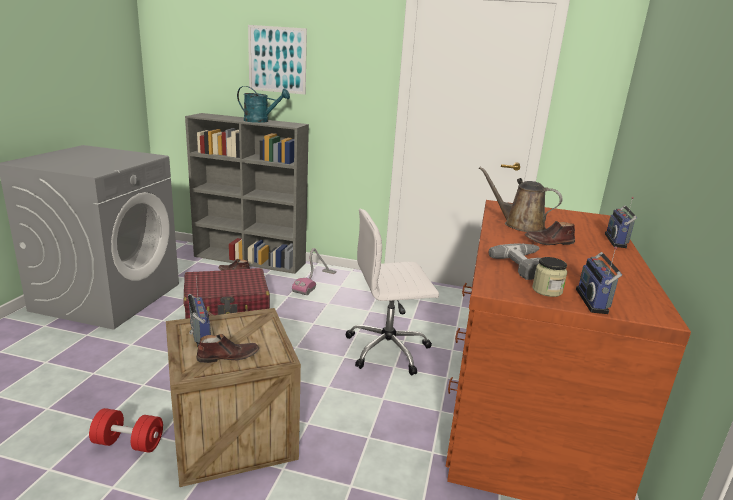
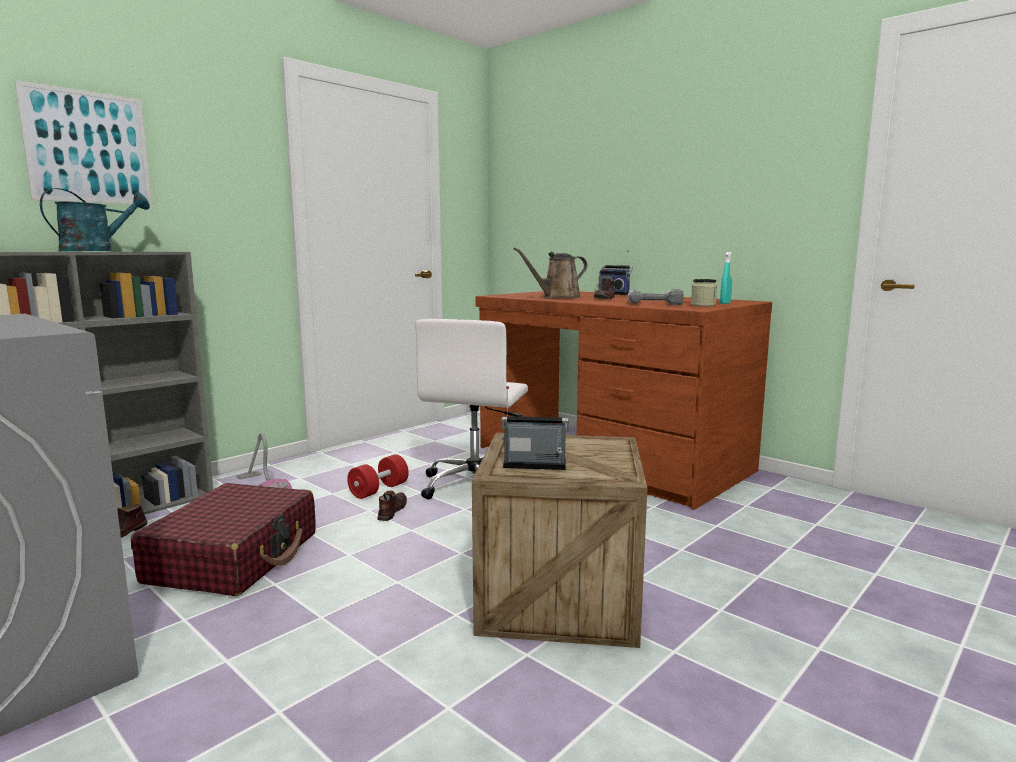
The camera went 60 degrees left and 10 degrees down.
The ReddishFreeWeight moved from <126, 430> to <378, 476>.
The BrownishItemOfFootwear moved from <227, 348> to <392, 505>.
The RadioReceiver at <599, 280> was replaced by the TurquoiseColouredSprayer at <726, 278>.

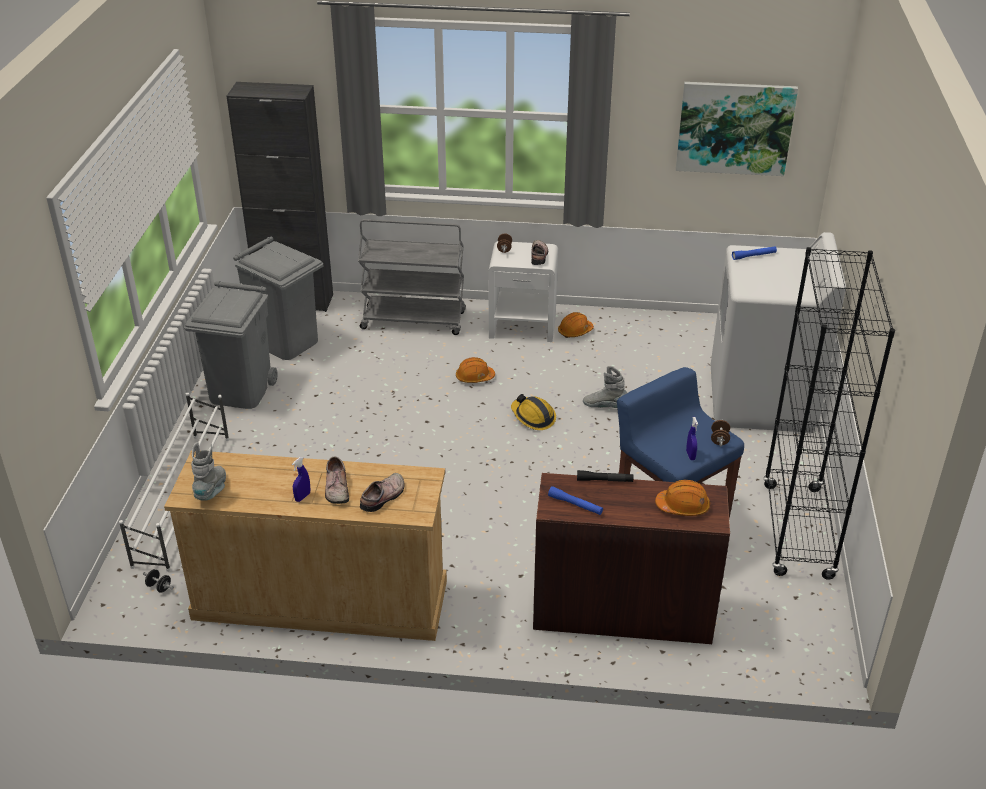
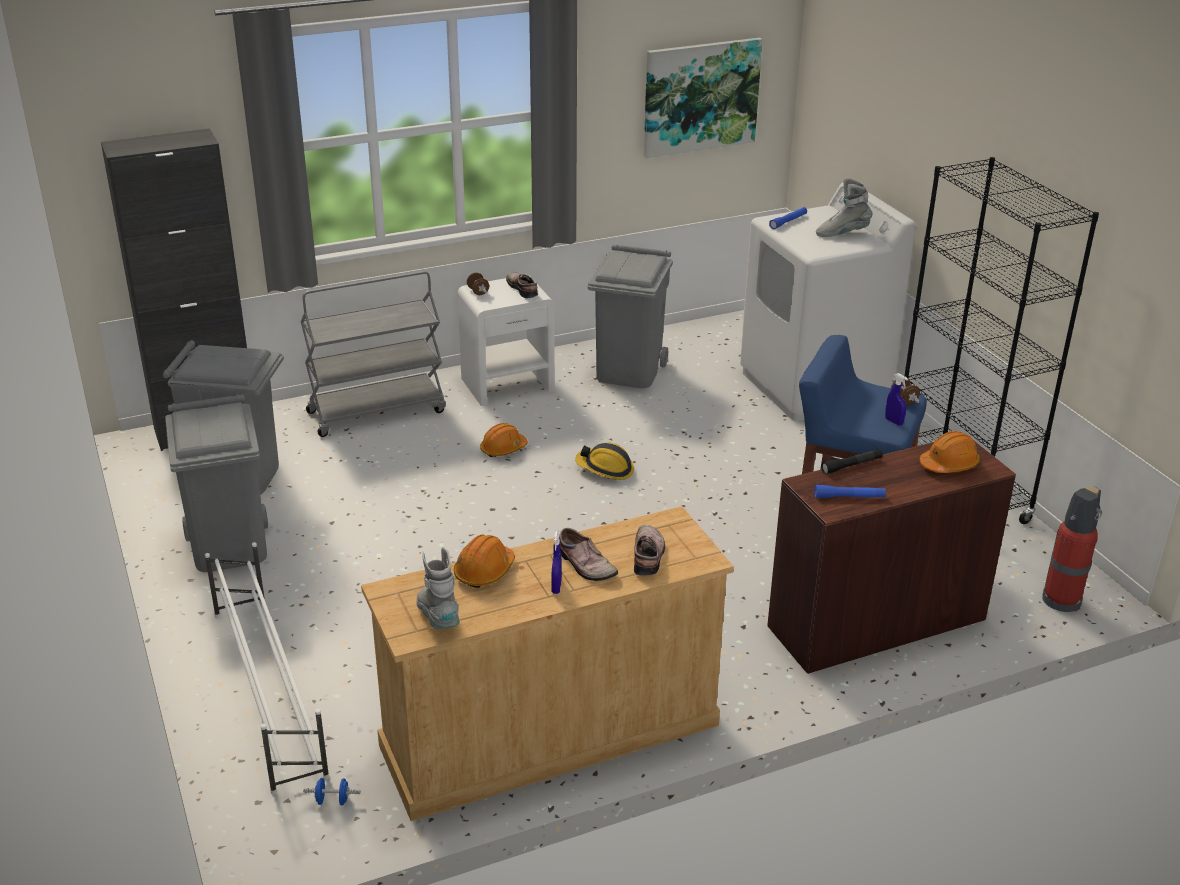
The camera went 30 degrees left and 5 degrees down.
The BlackColouredFreeWeight at <158, 581> became the BlueFreeWeight at <332, 791>.
The OrangeSafetyHelmet moved from <576, 325> to <484, 561>.
The GreyishRubbishBin at <630, 316> appeared.
The GreyishBoot moved from <605, 387> to <844, 207>.
The FireExtinguisher at <1072, 549> appeared.

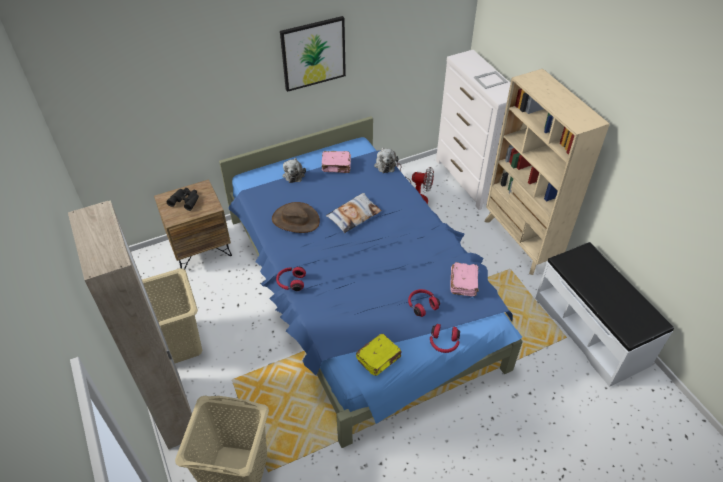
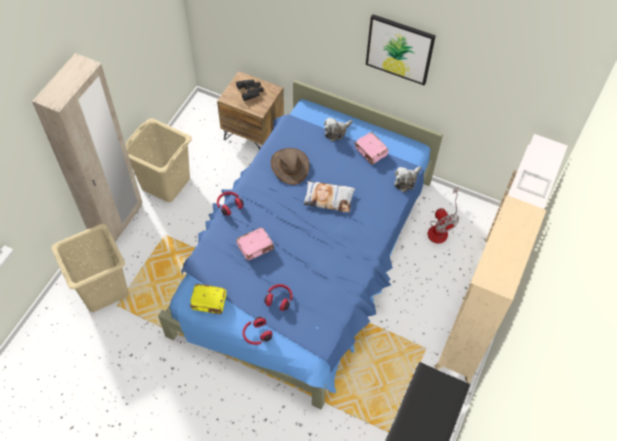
The camera went 50 degrees right and 10 degrees up.
The PinkBoundBook moved from <464, 279> to <255, 244>.

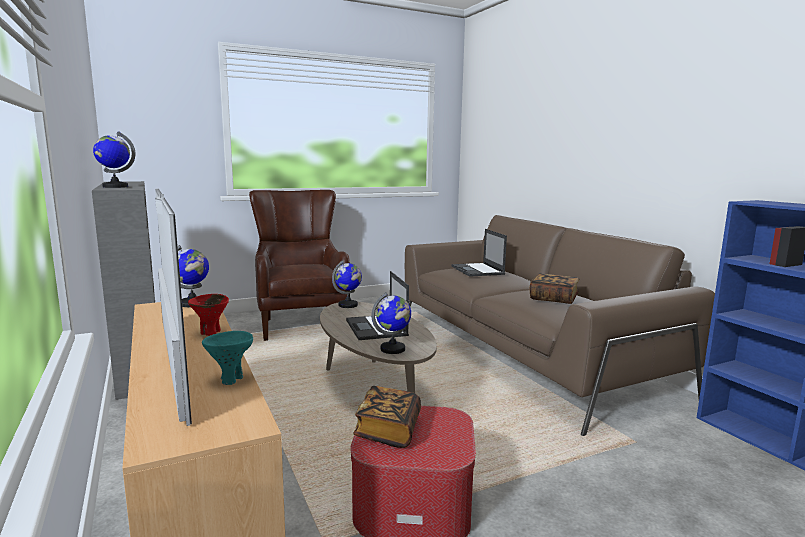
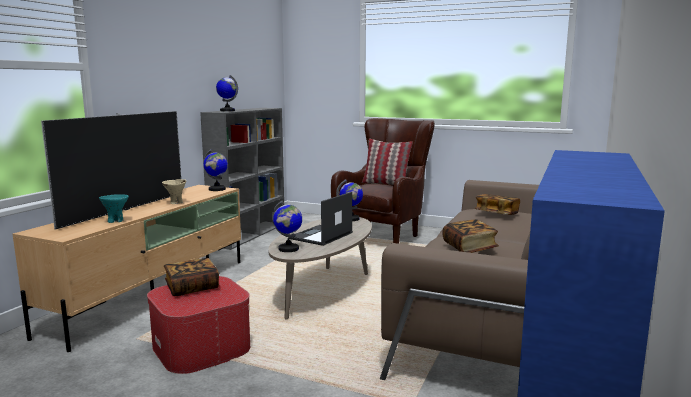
The camera went 50 degrees right and 0 degrees up.
The ReddishBowl at <208, 315> became the BeigeColouredBowl at <174, 191>.
The Cushion at <387, 162> appeared.
The NotebookComputer at <479, 253> was replaced by the BoundBook at <497, 204>.

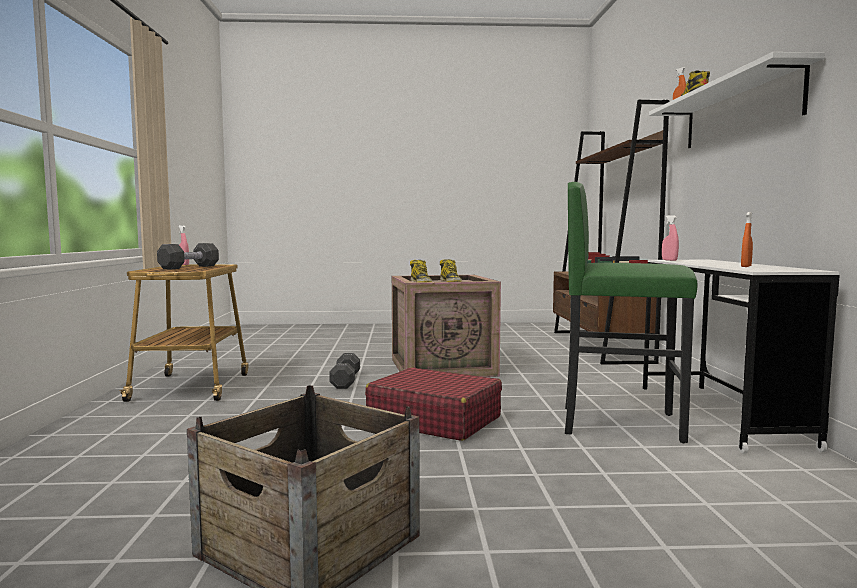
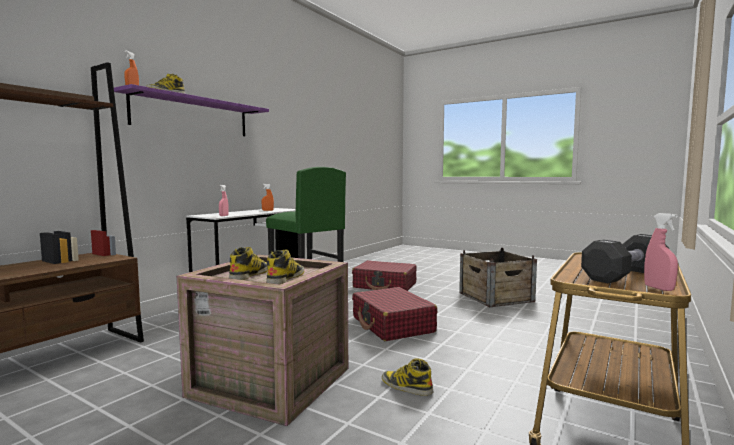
The camera went 145 degrees left and 0 degrees up.
The WhitishShelf at <737, 100> became the PurpleShelf at <191, 110>.
The ReddishPieceOfLuggage at <384, 275> appeared.
The BlackColouredFreeWeight at <344, 371> was replaced by the Boot at <407, 377>.

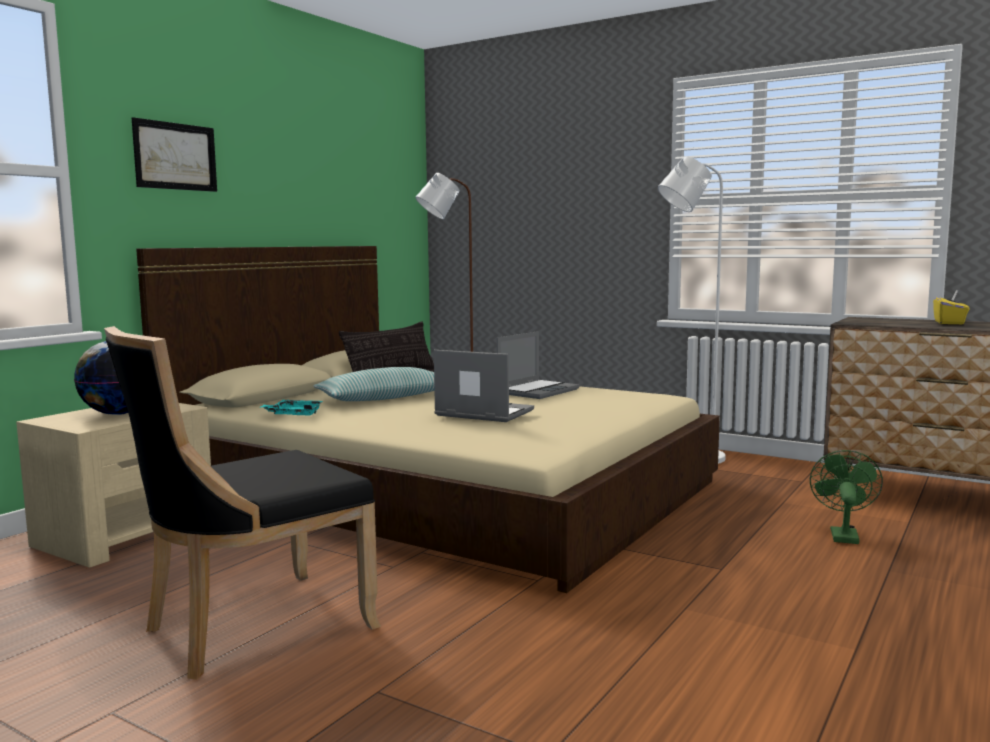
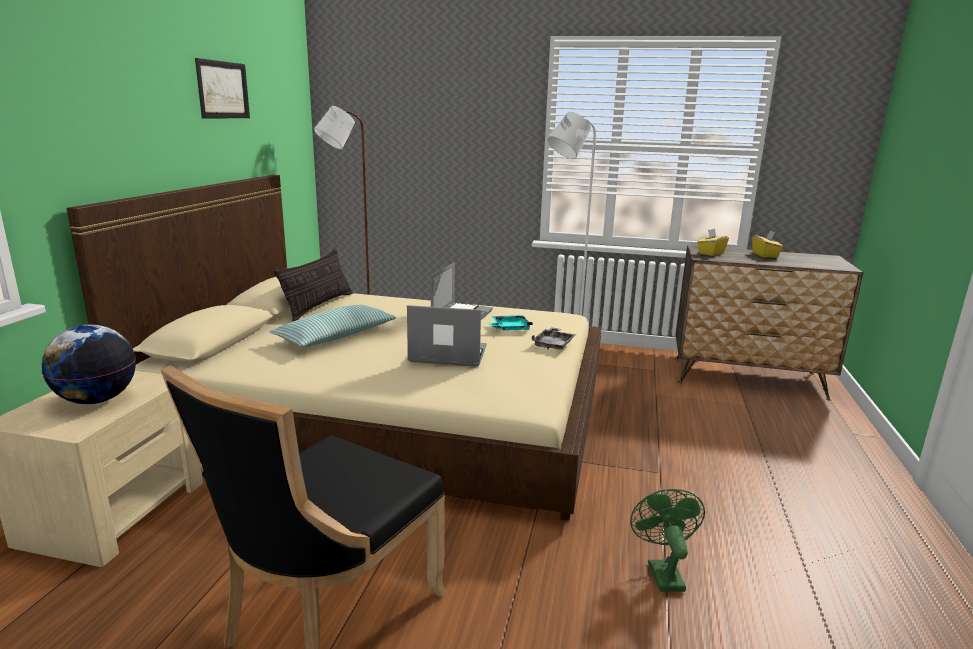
The camera went 20 degrees left and 10 degrees up.
The WallPicture moved from <174, 154> to <222, 88>.
The TurquoiseColouredCarryingTray moved from <292, 408> to <510, 323>.
The GreyishCarryingTray at <554, 338> appeared.
The GreenCoolingFan moved from <846, 497> to <667, 540>.
The YellowColouredBoxOfTissues at <713, 242> appeared.

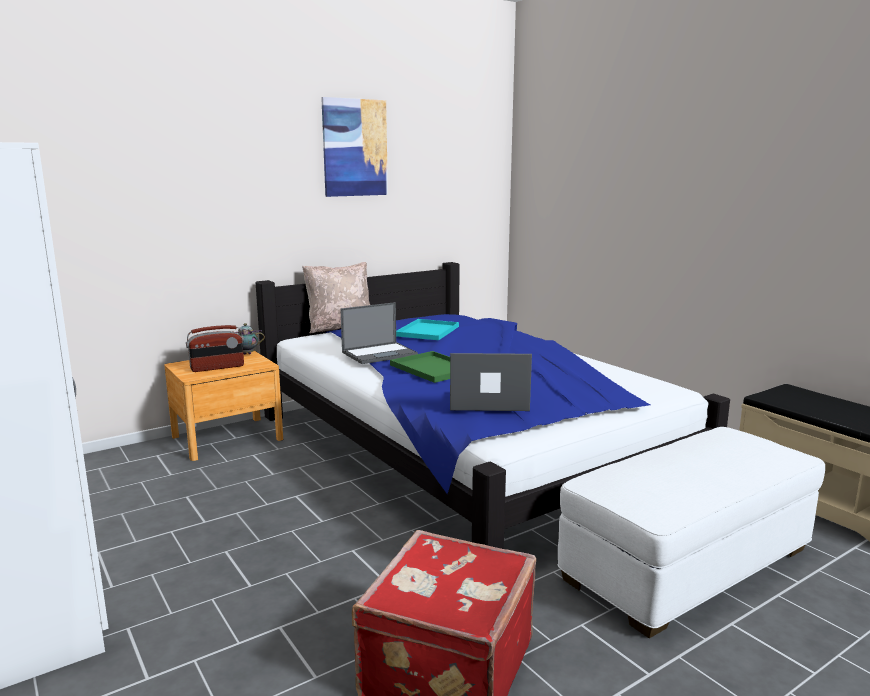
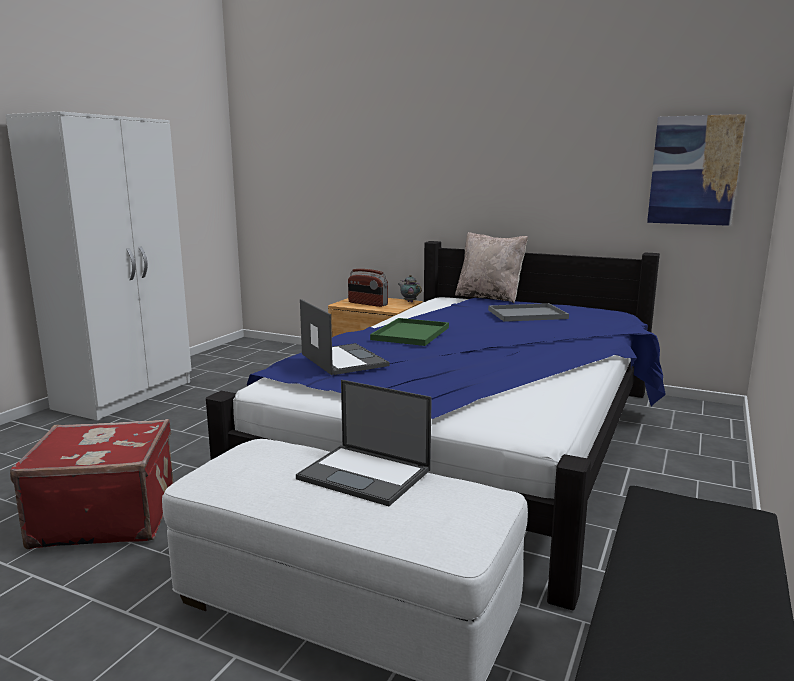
The camera went 60 degrees right and 0 degrees up.
The NotebookComputer moved from <379, 333> to <364, 443>.
The TurquoiseColouredCarryingTray at <427, 329> became the GreyishCarryingTray at <528, 312>.
The WallPicture moved from <354, 147> to <696, 170>.

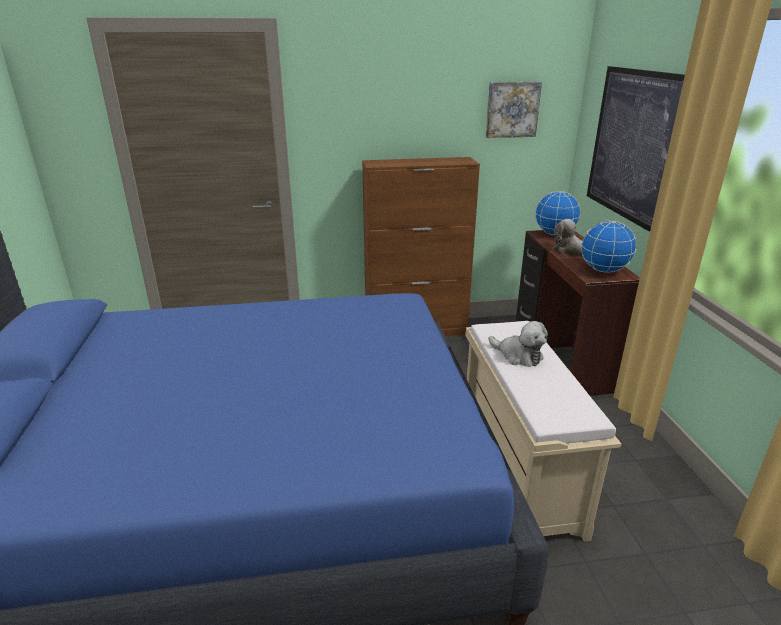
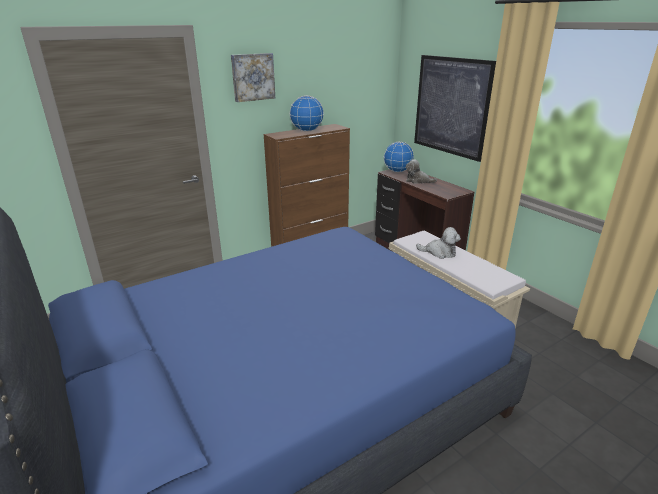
The camera went 25 degrees left and 0 degrees up.
The WallPicture moved from <514, 110> to <253, 77>.
The Globe moved from <608, 247> to <307, 113>.

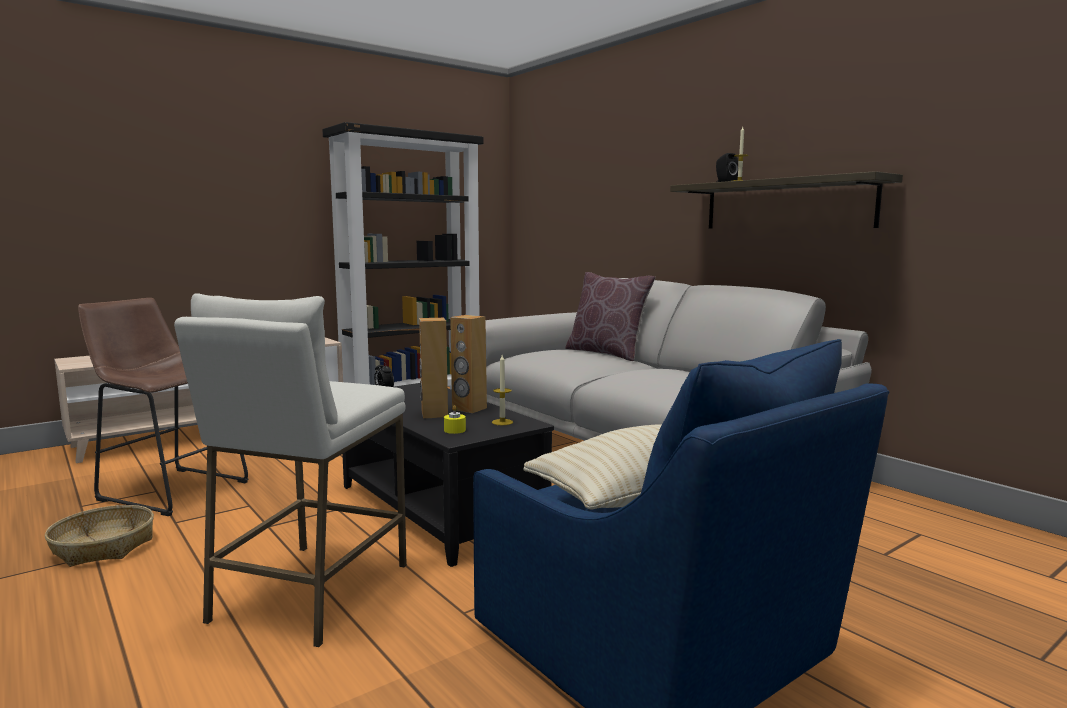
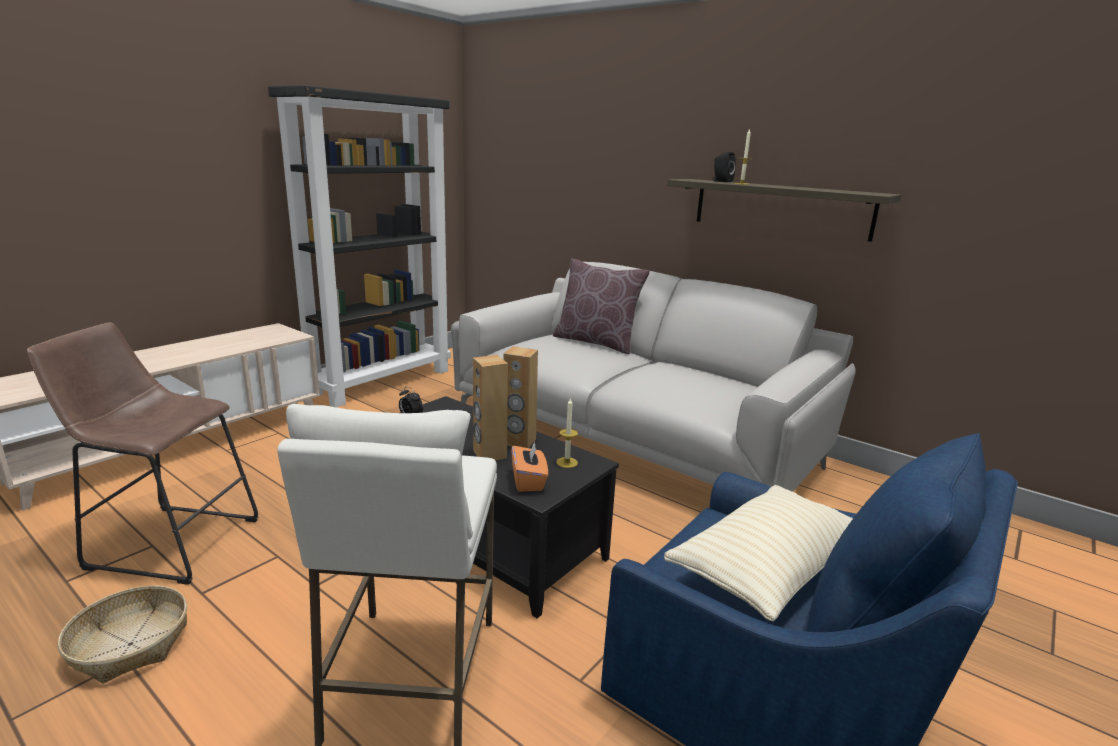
The camera went 15 degrees left and 10 degrees up.
The YellowColouredWaxLight at <455, 419> was replaced by the OrangeBoxOfTissues at <529, 466>.

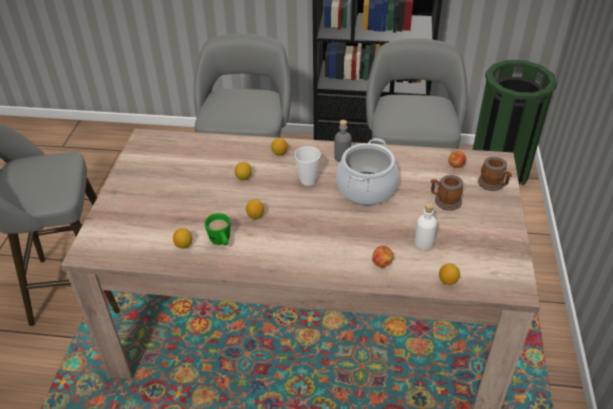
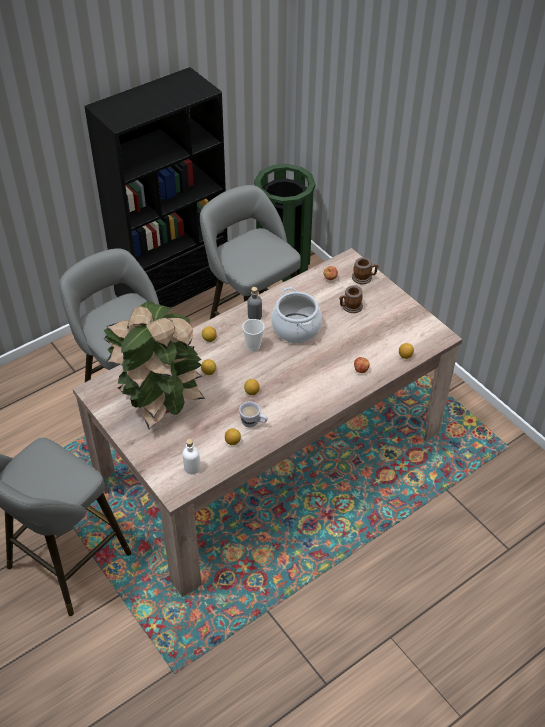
The camera went 45 degrees left and 5 degrees up.
The PottedPlant at <154, 365> appeared.
The WhitishBeverageBottle moved from <426, 226> to <191, 456>.
The GreenMug at <218, 229> became the WhitishMug at <253, 414>.

